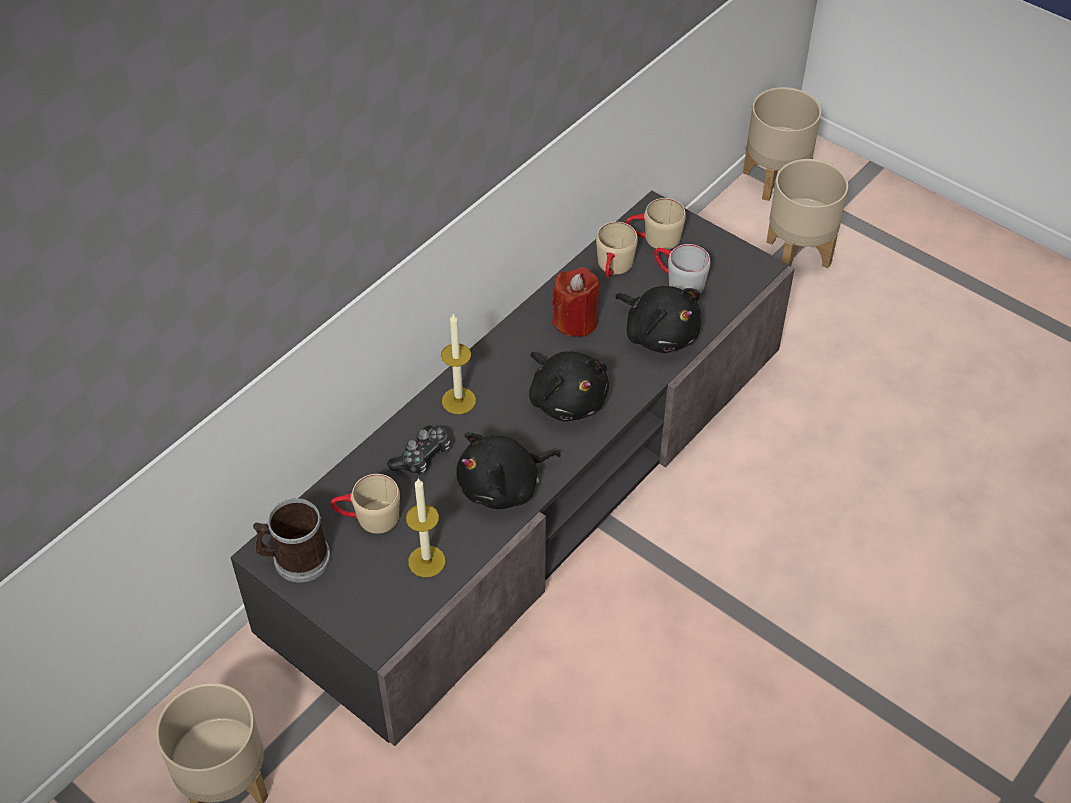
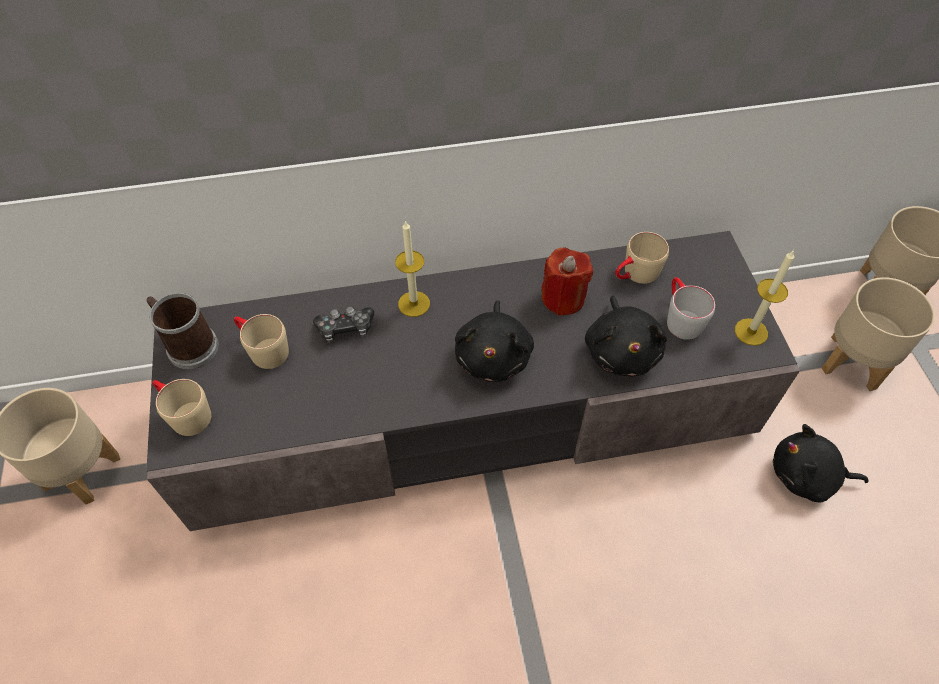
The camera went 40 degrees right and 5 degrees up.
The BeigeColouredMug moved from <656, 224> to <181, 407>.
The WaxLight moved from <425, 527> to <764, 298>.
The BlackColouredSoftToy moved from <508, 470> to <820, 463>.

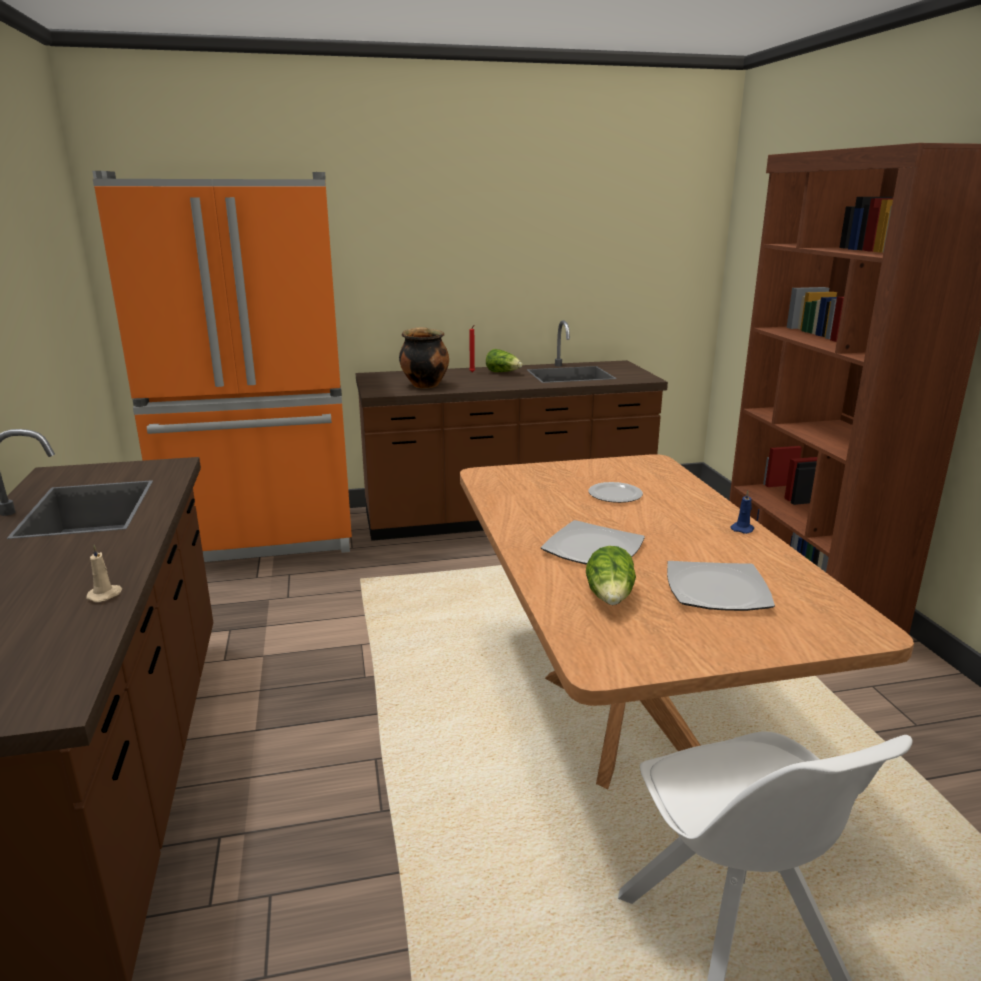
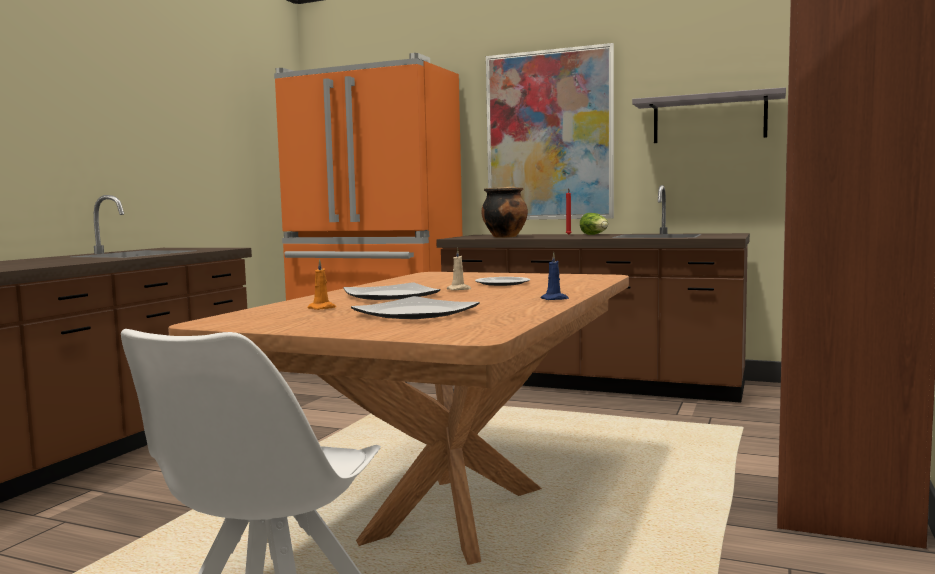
The camera went 35 degrees right and 15 degrees down.
The HeadOfLettuce at <611, 575> was replaced by the OrangeWaxLight at <322, 284>.
The BeigeColouredWaxLight moved from <105, 573> to <459, 269>.
The WallPicture at <550, 131> appeared.
The GreyishShelf at <709, 115> appeared.

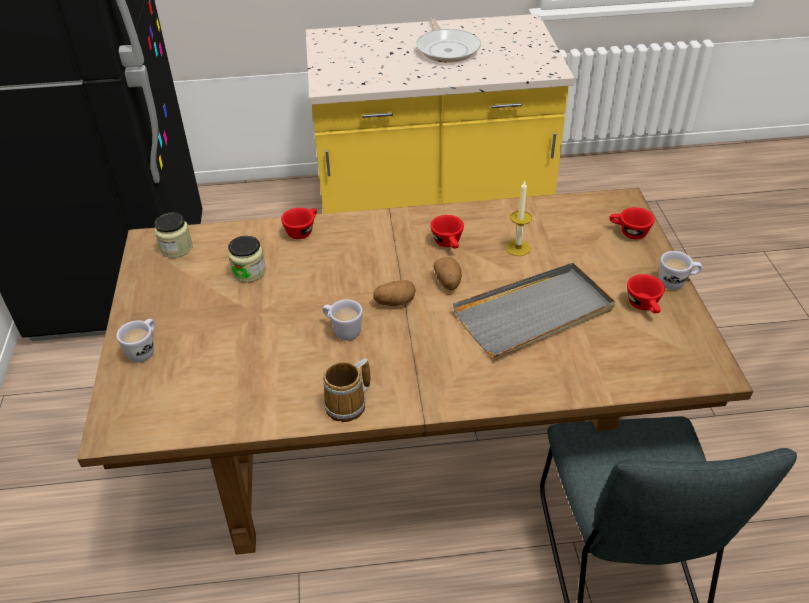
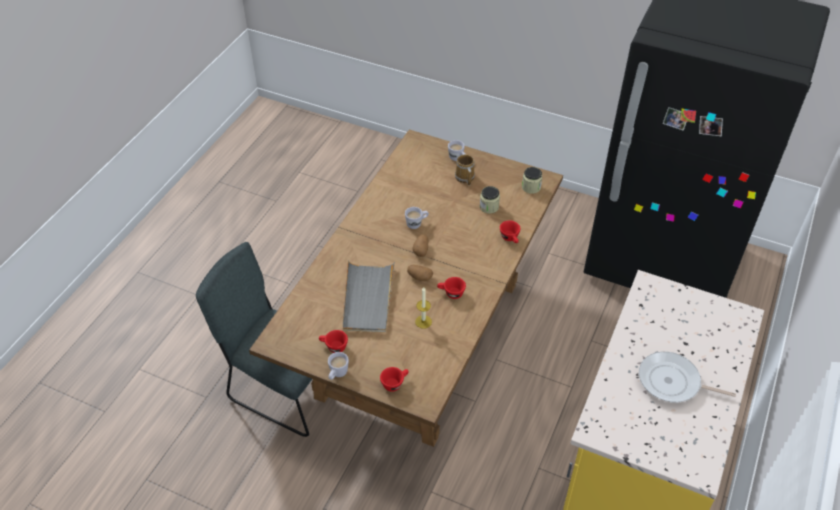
The camera went 120 degrees right and 5 degrees up.
The Mug moved from <346, 390> to <465, 170>.

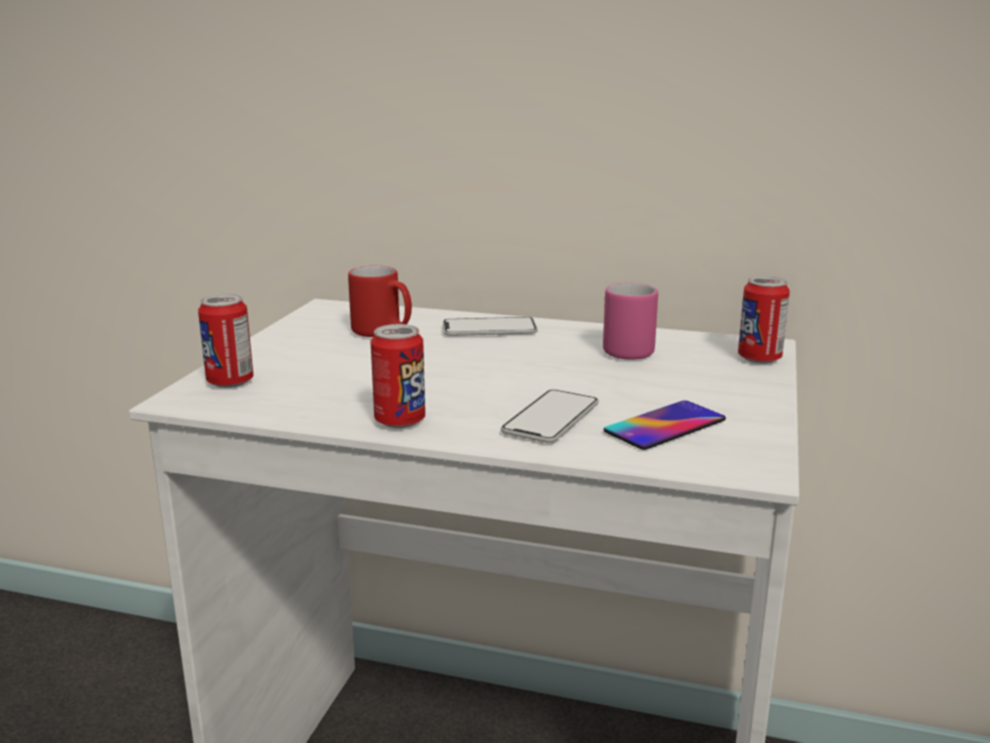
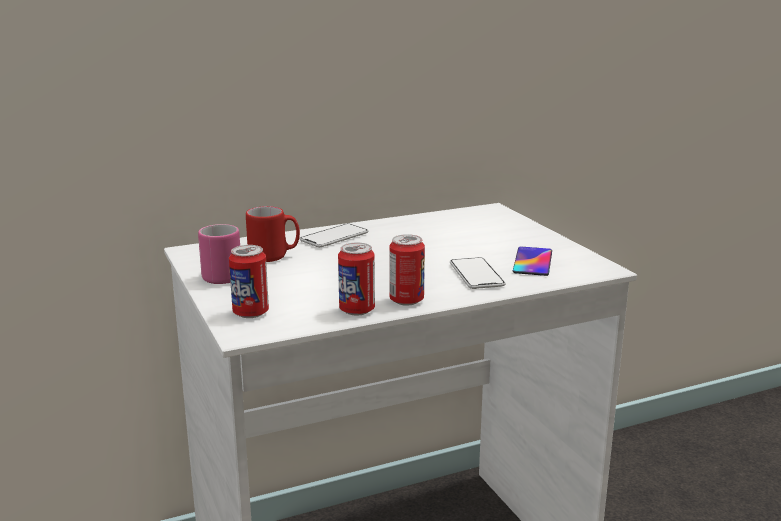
The camera went 40 degrees left and 0 degrees up.
The PinkMug moved from <630, 321> to <219, 254>.
The Can moved from <764, 320> to <356, 279>.

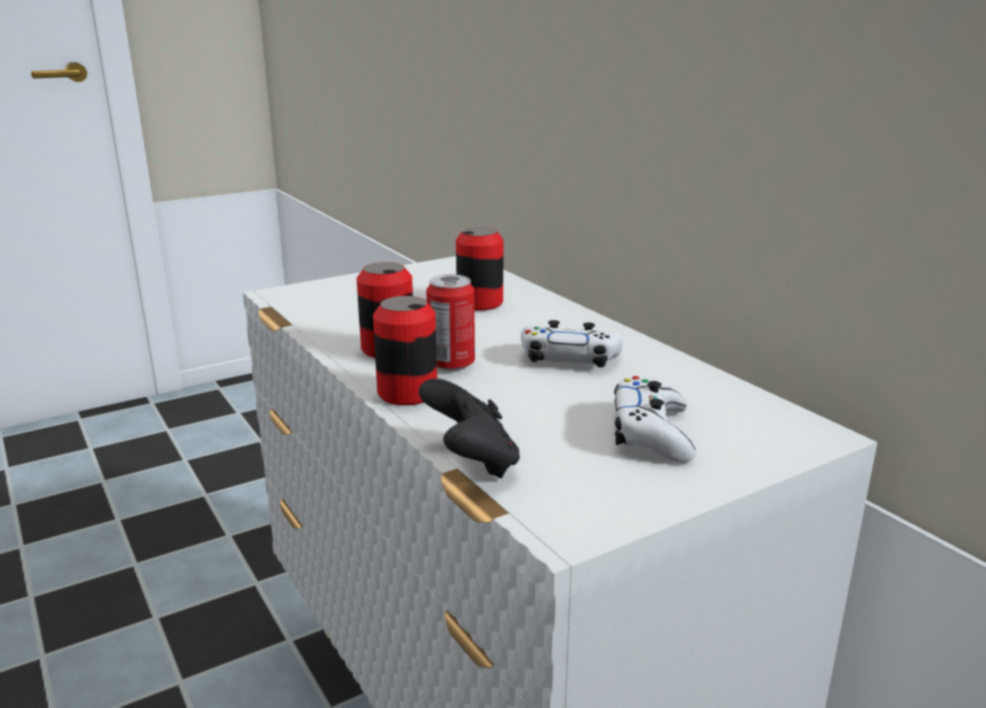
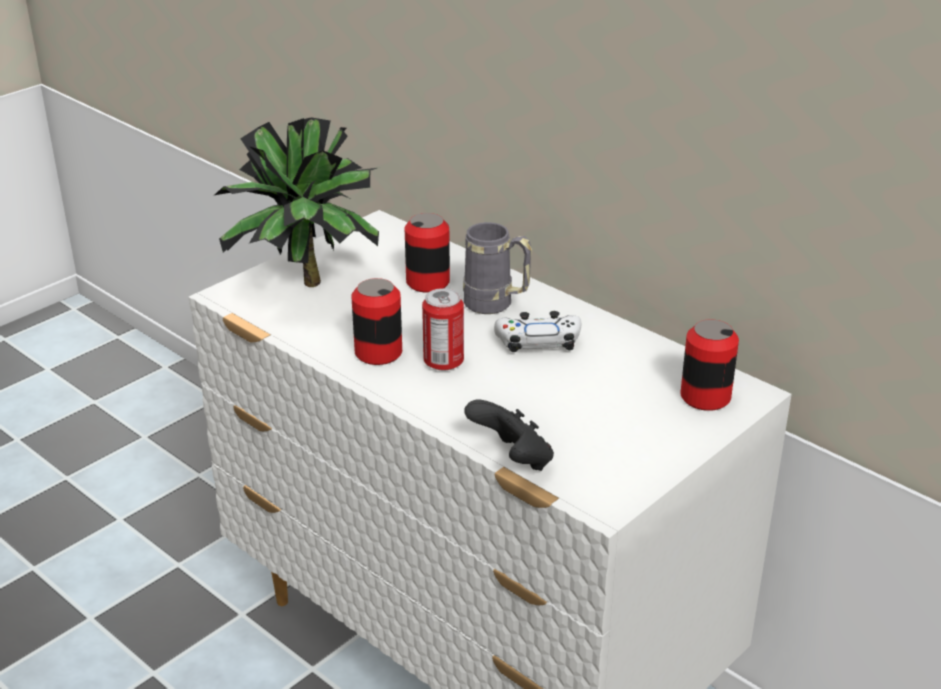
The camera went 15 degrees left and 10 degrees up.
The PottedPlant at <297, 202> appeared.
The GreyishMug at <497, 268> appeared.
The Can moved from <405, 350> to <709, 365>.
The WhitishGameController at <655, 419> disappeared.

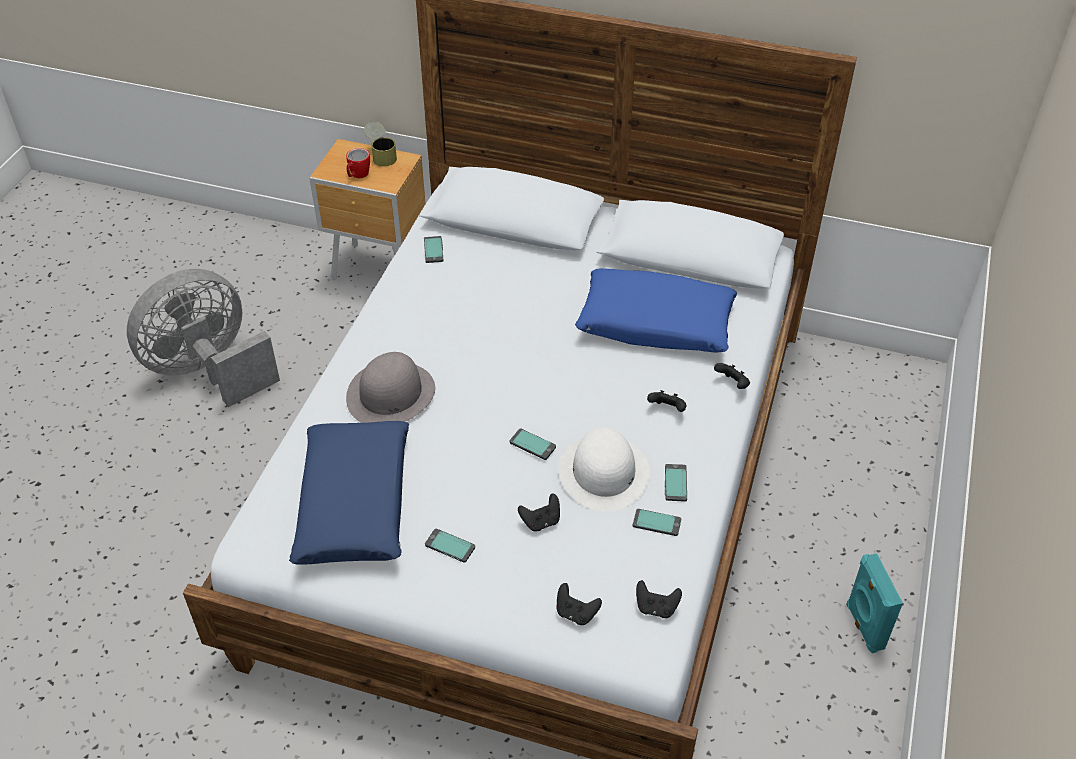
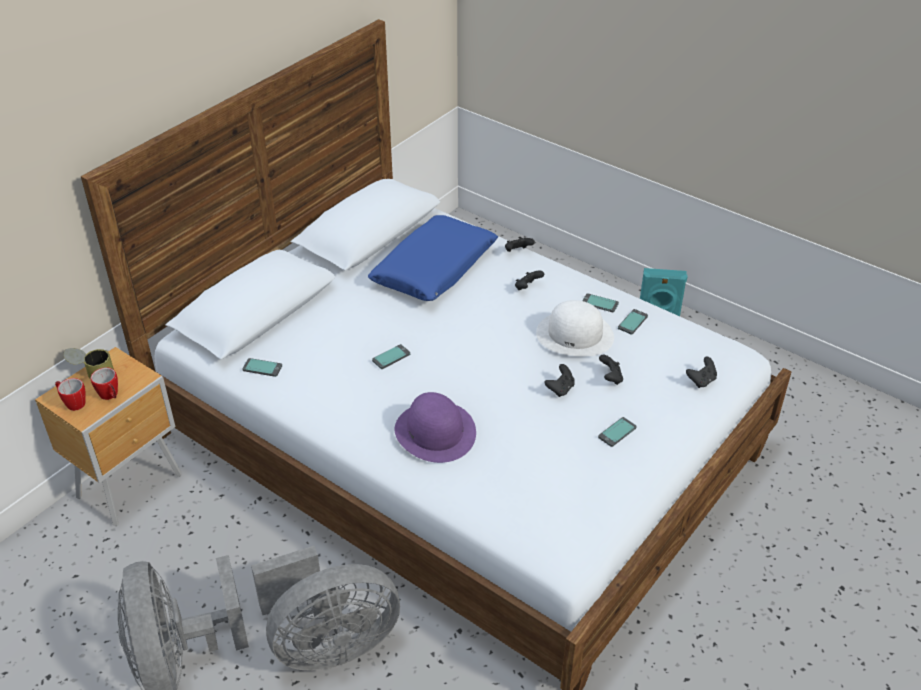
The camera went 70 degrees left and 5 degrees down.
The Mug at <70, 394> appeared.
The GreyishCoolingFan at <325, 608> appeared.
The Handset moved from <533, 444> to <391, 356>.
The GreyishHat at <390, 387> became the PurpleHat at <435, 427>.
The BlackColouredGameController moved from <659, 599> to <559, 380>.
The BlueCushion at <349, 492> disappeared.

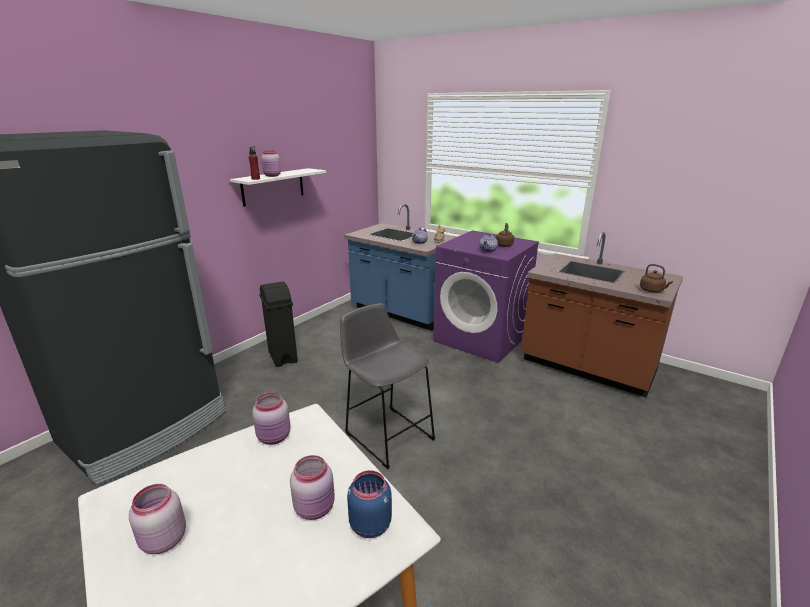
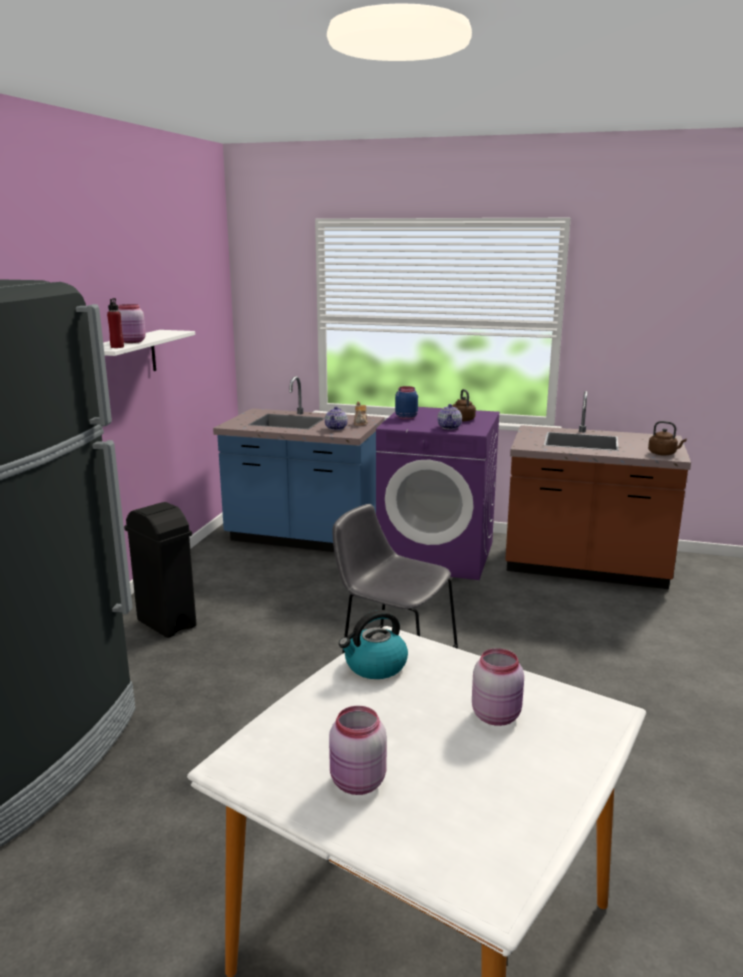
The camera went 20 degrees left and 5 degrees down.
The PinkPreserveJar at <271, 419> was replaced by the Kettle at <373, 644>.
The BluePreserveJar moved from <369, 504> to <406, 402>.

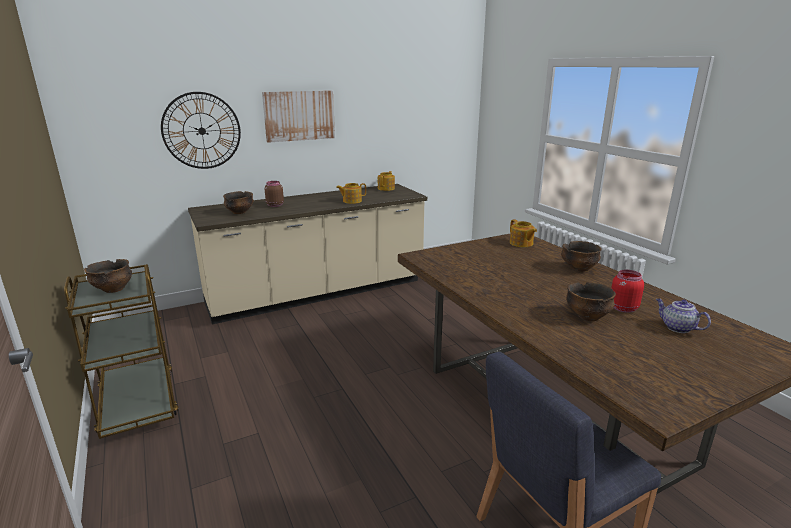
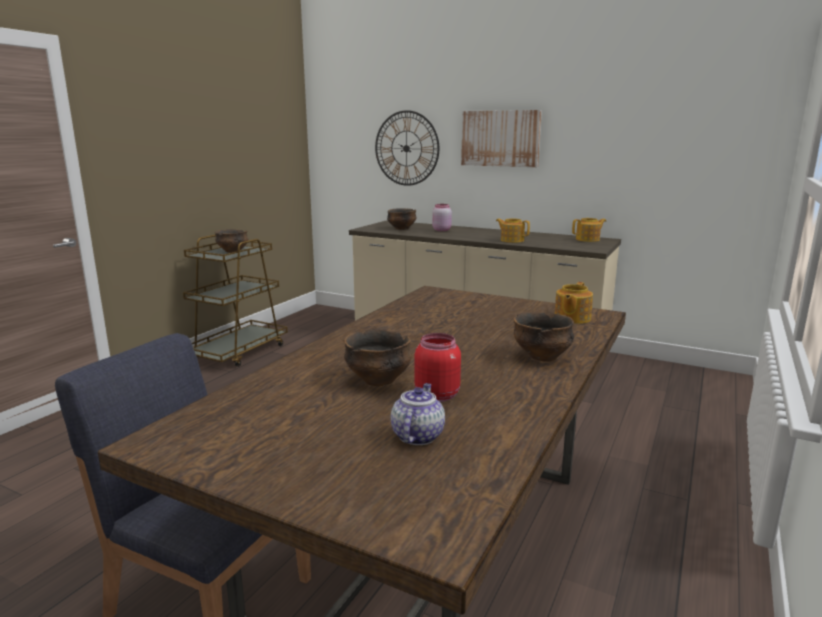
The camera went 55 degrees right and 5 degrees down.
The BrownishPreserveJar at <274, 194> became the PinkPreserveJar at <442, 217>.

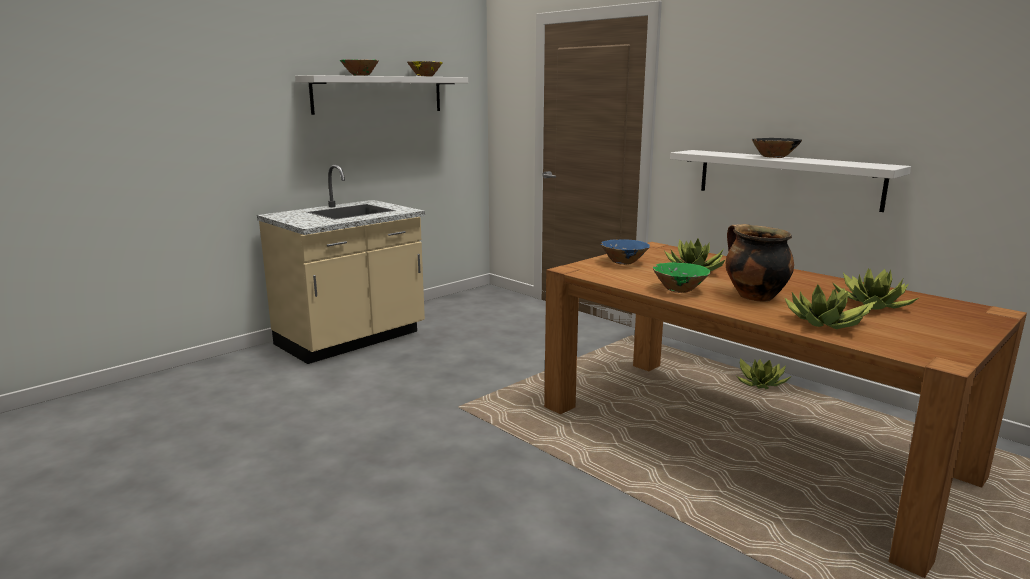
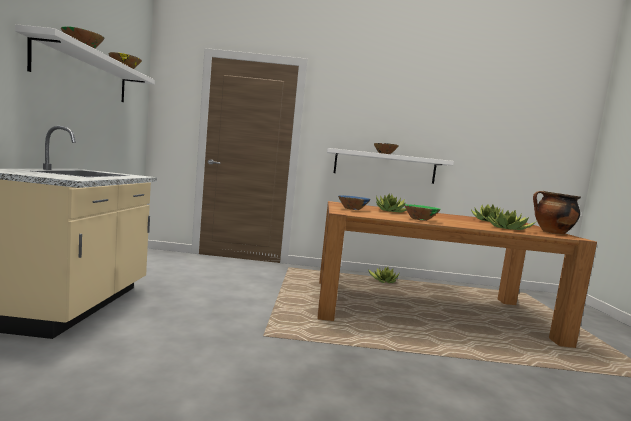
The camera went 45 degrees left and 10 degrees down.
The CookingPot moved from <760, 263> to <557, 213>.

